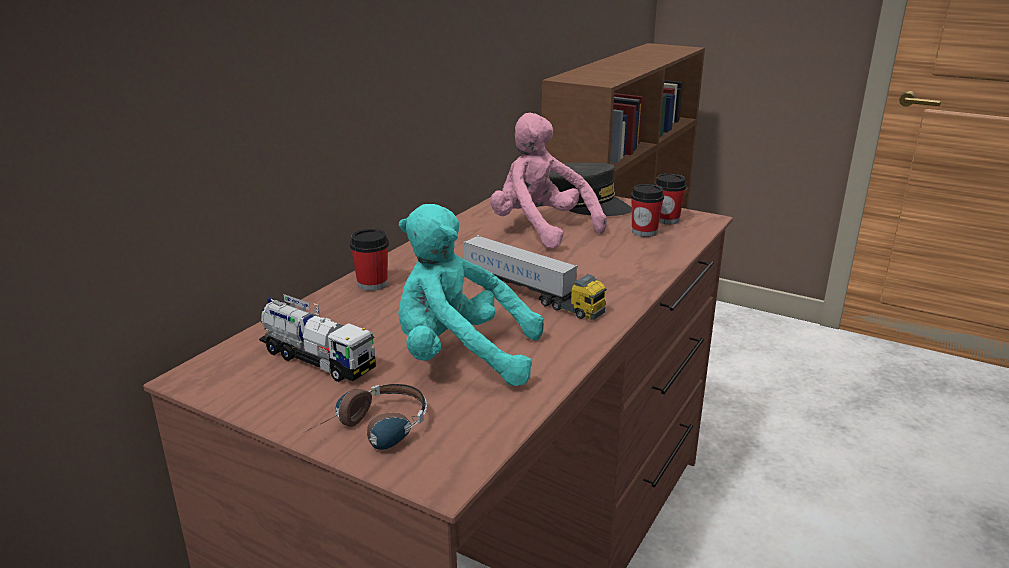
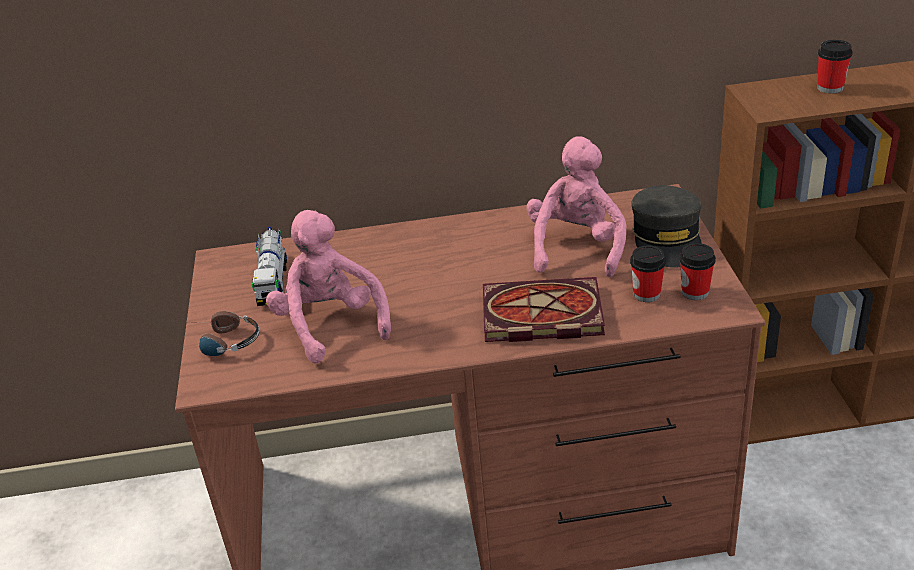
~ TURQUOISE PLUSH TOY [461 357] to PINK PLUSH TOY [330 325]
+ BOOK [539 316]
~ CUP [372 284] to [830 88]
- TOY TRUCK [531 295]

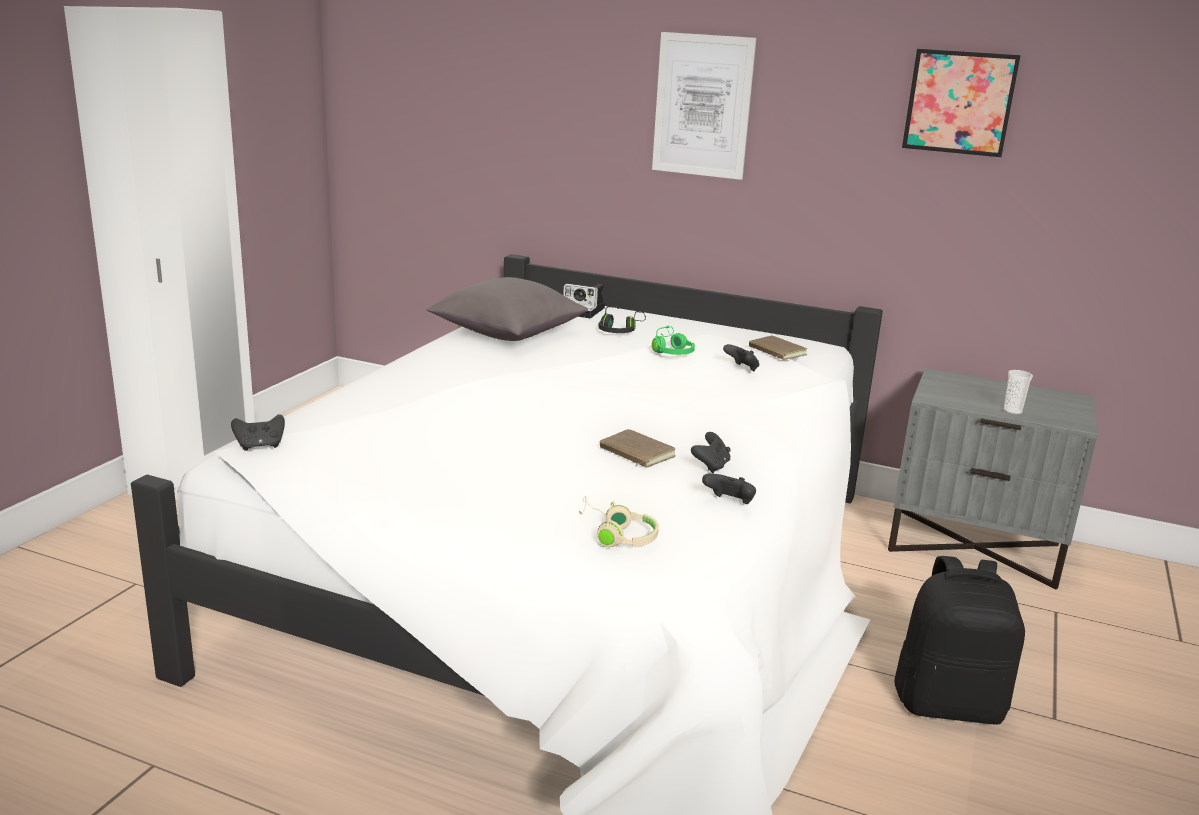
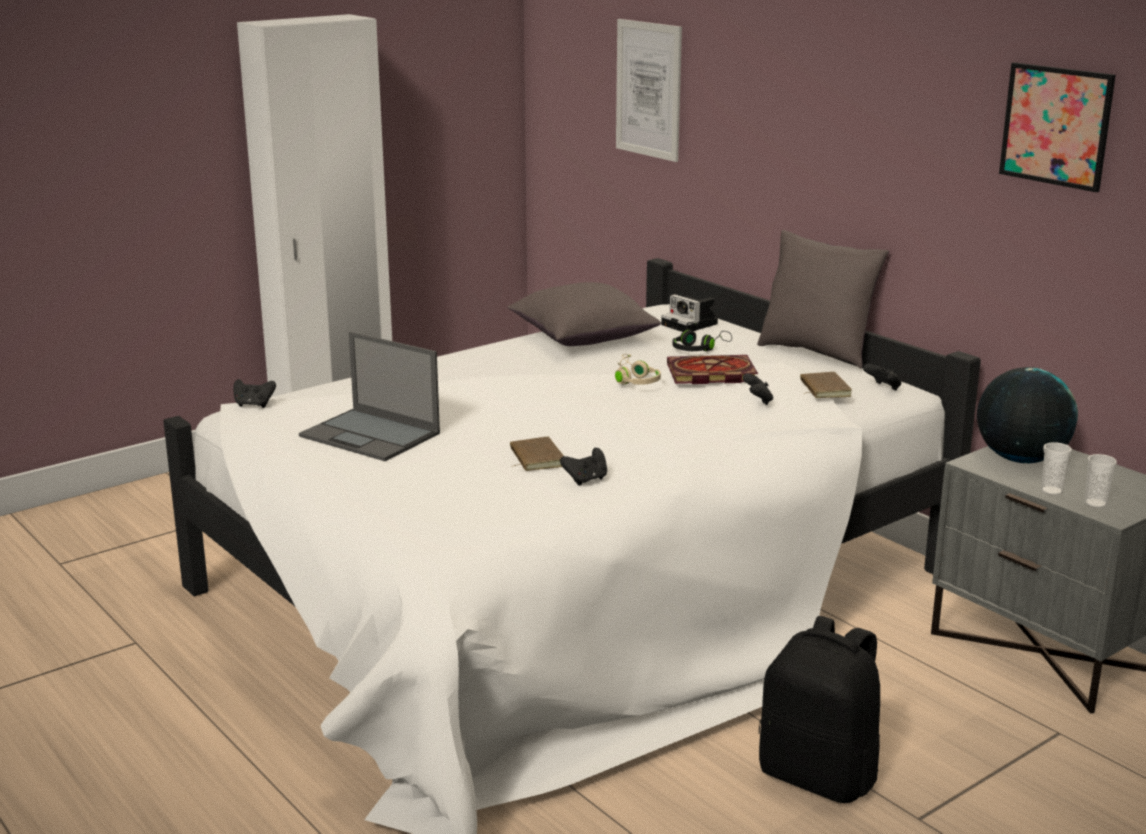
+ LAPTOP [371 435]
~ BEIGE HEADPHONES [616 535] to [634 380]
~ PICTURE [702 106] to [648 89]
~ GREEN HEADPHONES [671 351] to BOOK [709 374]
+ GREY PILLOW [816 352]
~ BLACK GAME CONTROLLER [729 503] to [883 388]
+ GLOBE [1020 459]
+ CUP [1095 504]

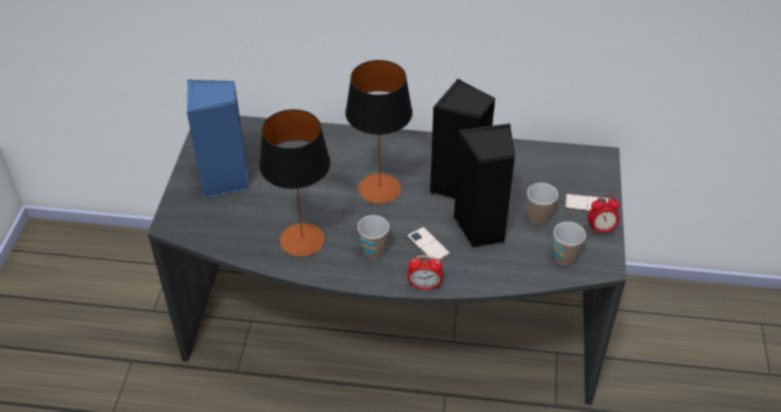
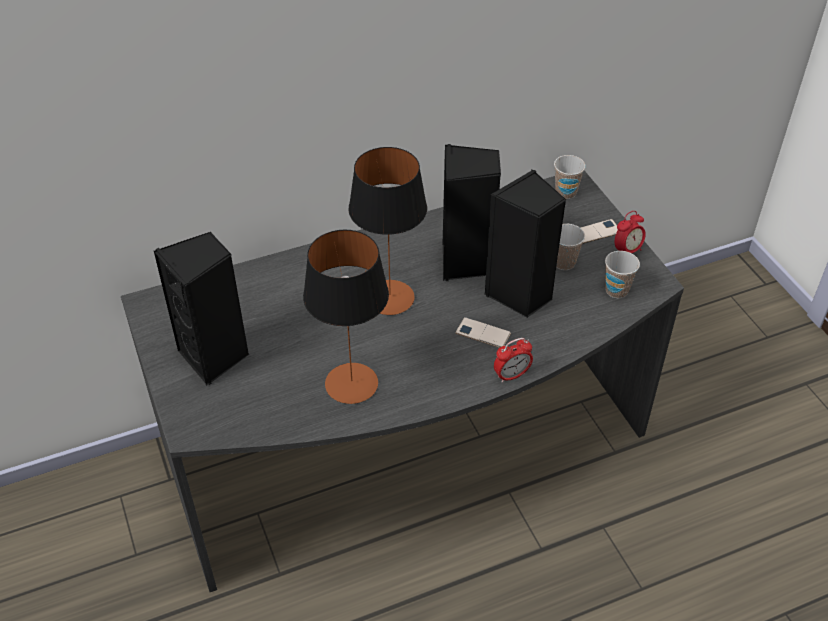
~ BLUE SPEAKER [225 180] to BLACK SPEAKER [215 357]
~ CUP [373 250] to [565 192]

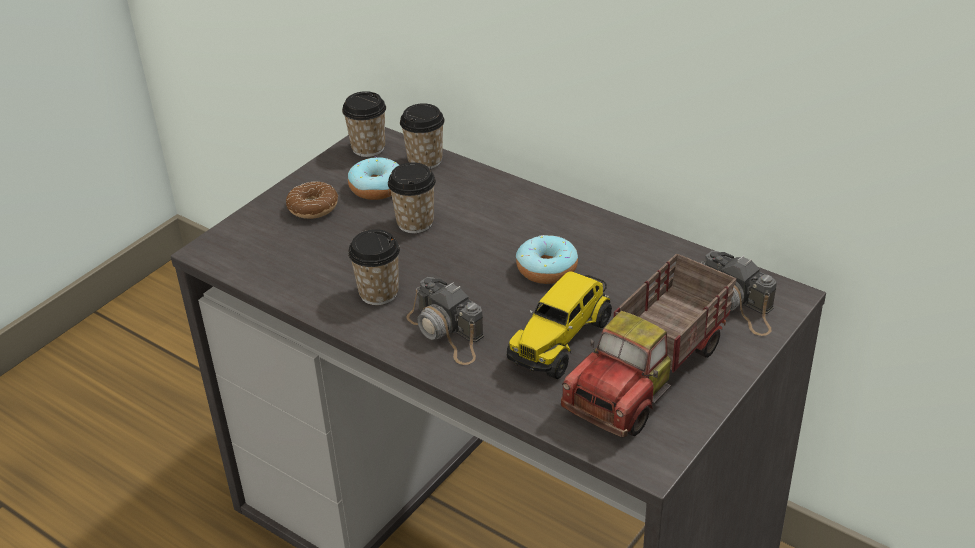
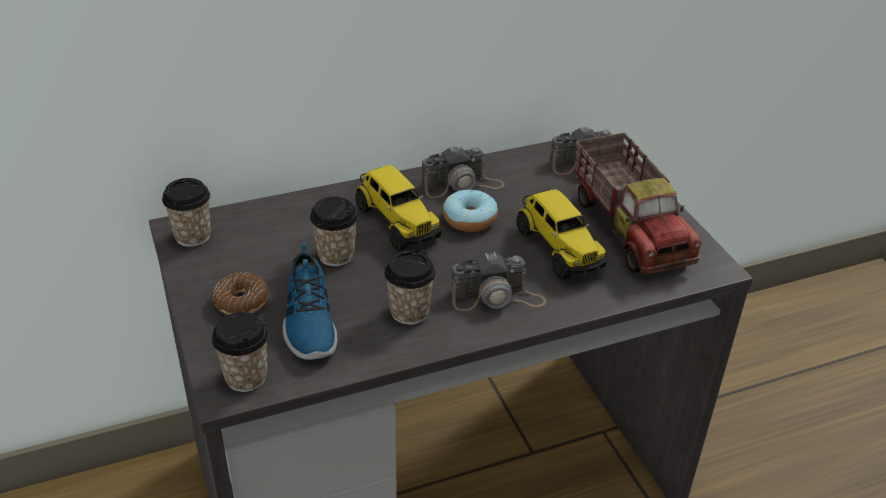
~ CUP [425 161] to [246 377]
+ SHOE [308 320]
+ TOY TRUCK [396 222]
+ PHOTO CAMERA [462 184]
- DONUT [376 188]

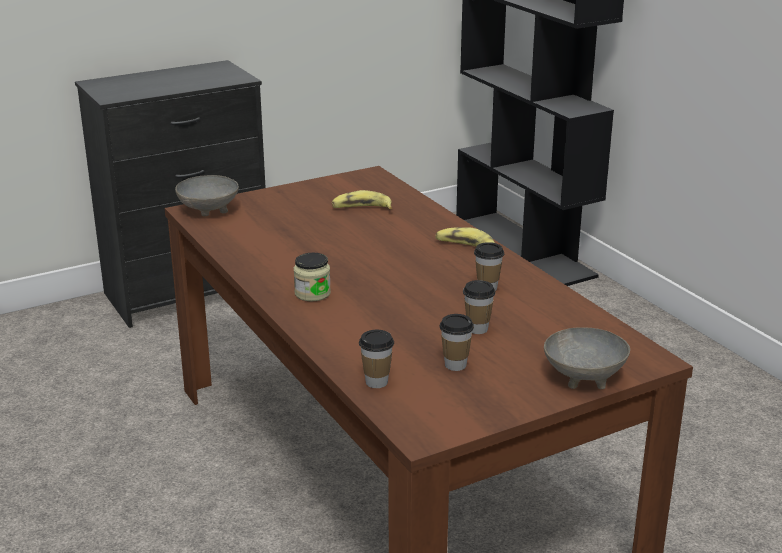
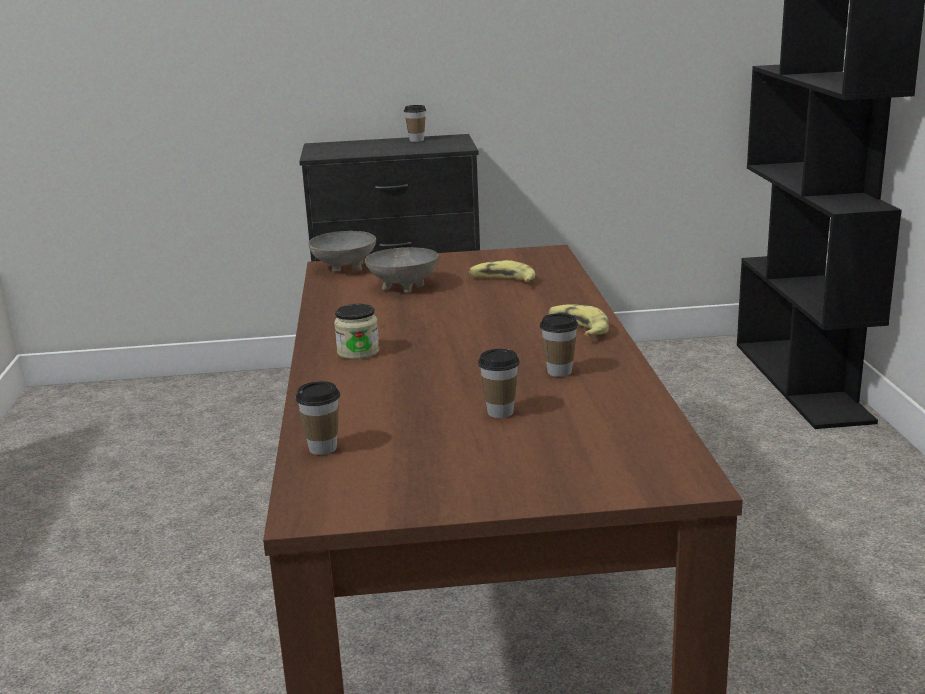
~ GREY BOWL [584 377] to [405 286]
~ CUP [455 365] to [416 140]

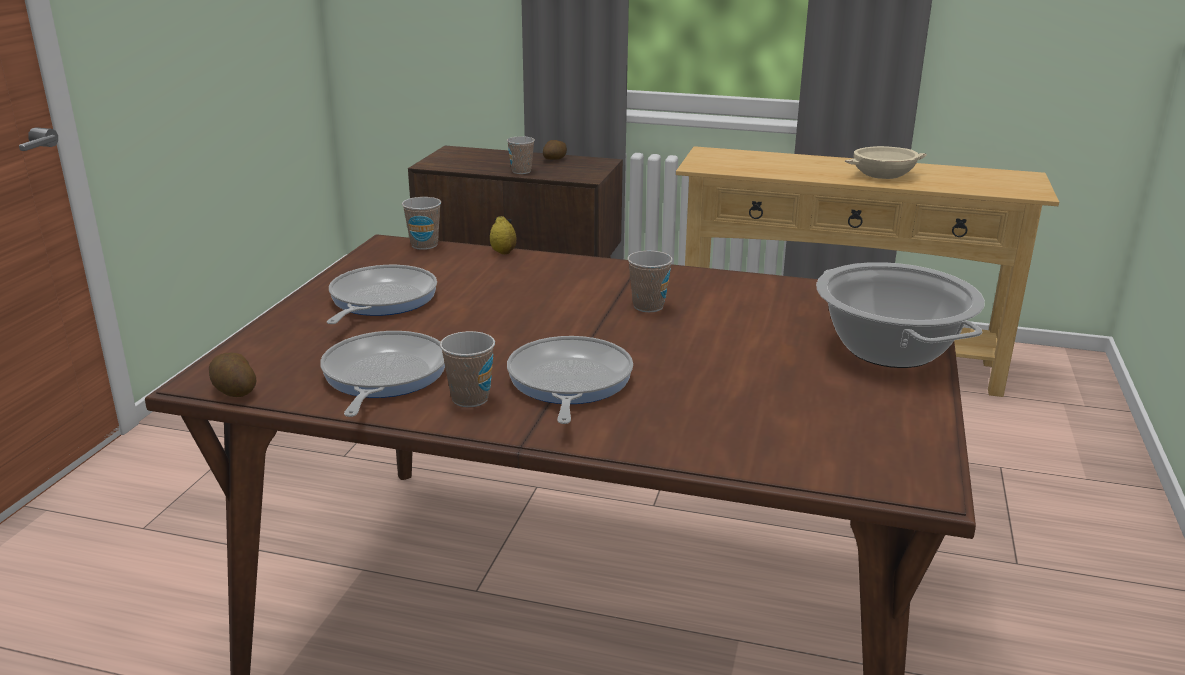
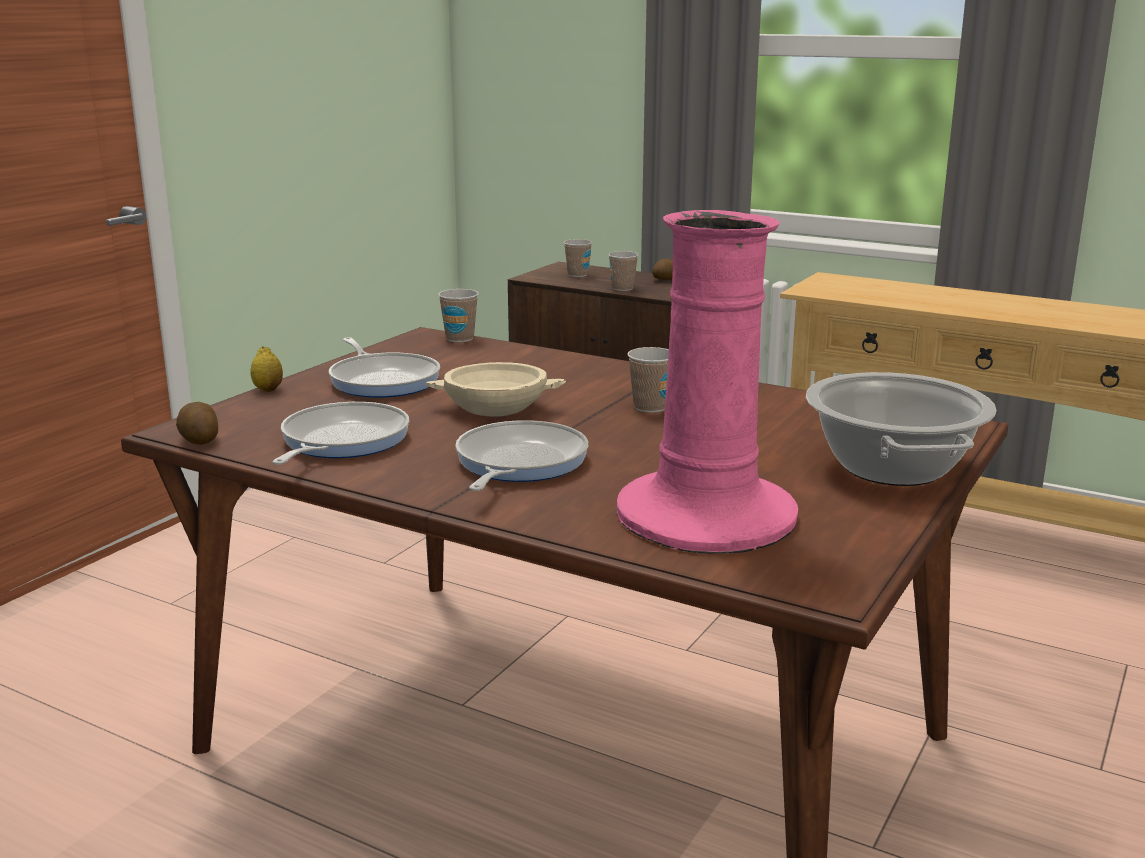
~ LEMON [503 252] to [268 389]
~ FRYING PAN [380 300] = [383 380] 120 degrees clockwise
~ BEIGE BOWL [883 175] to [495 409]
~ CUP [470 399] to [577 275]
+ PINK VASE [705 514]

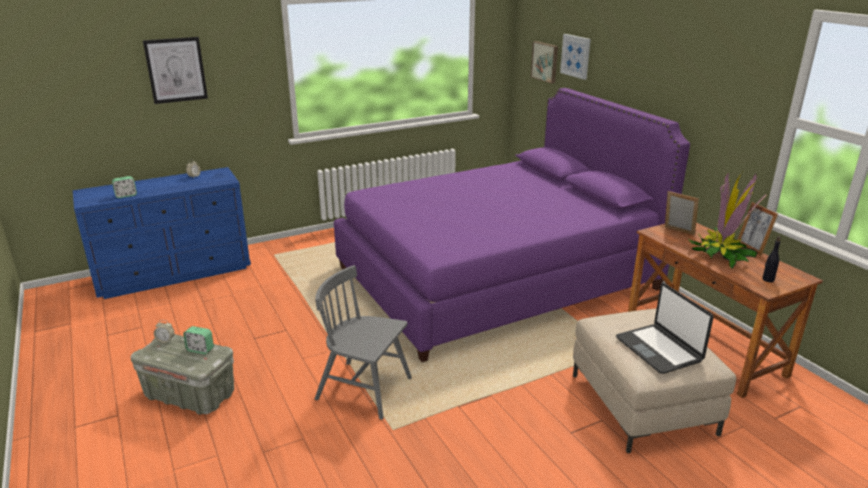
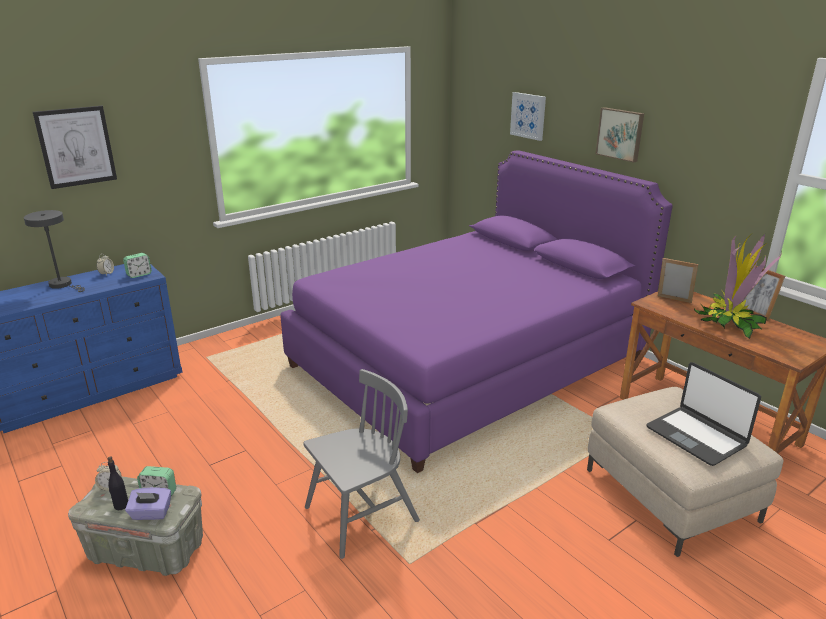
+ GREY TABLE LAMP [63 285]
~ BLACK BOTTLE [767 279] to [121 505]
~ ALARM CLOCK [126 195] to [139 275]
+ PURPLE TISSUE BOX [151 513]
~ GREY CHAIR [364 389] = [361 515] 135 degrees clockwise
~ PICTURE [545 61] to [620 134]

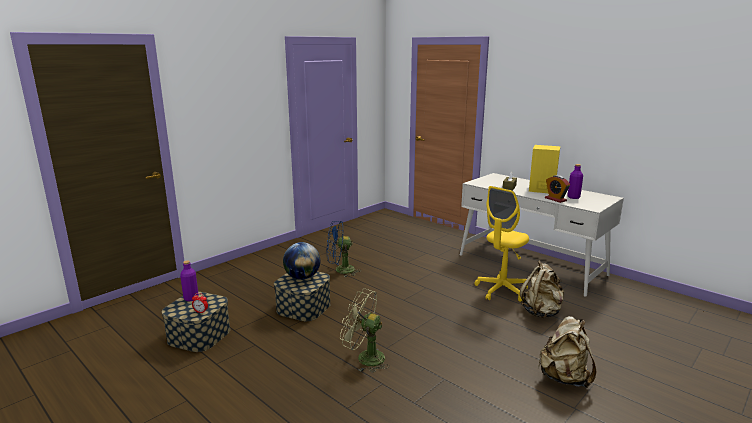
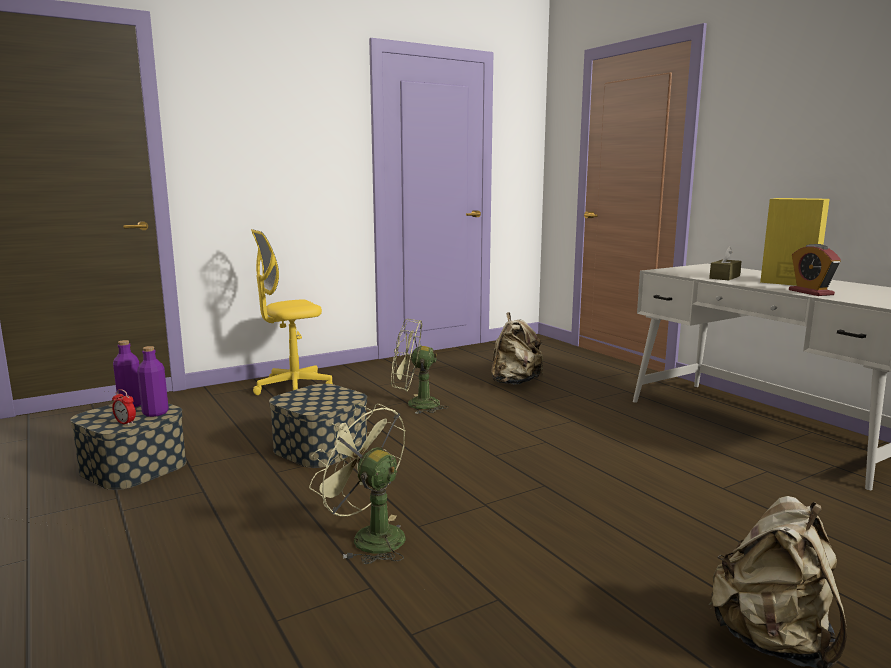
~ PURPLE BOTTLE [573 197] to [155 413]
~ YELLOW OFFICE CHAIR [501 290] to [293 388]
~ BLUE FAN [340 270] to GREEN FAN [415 404]
~ BEIGE BACKPACK [541 312] to [515 382]
- GLOBE [302 277]

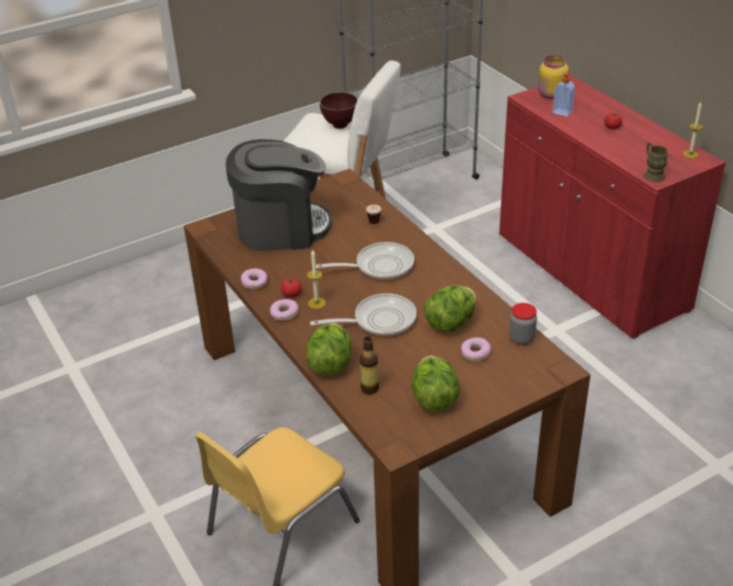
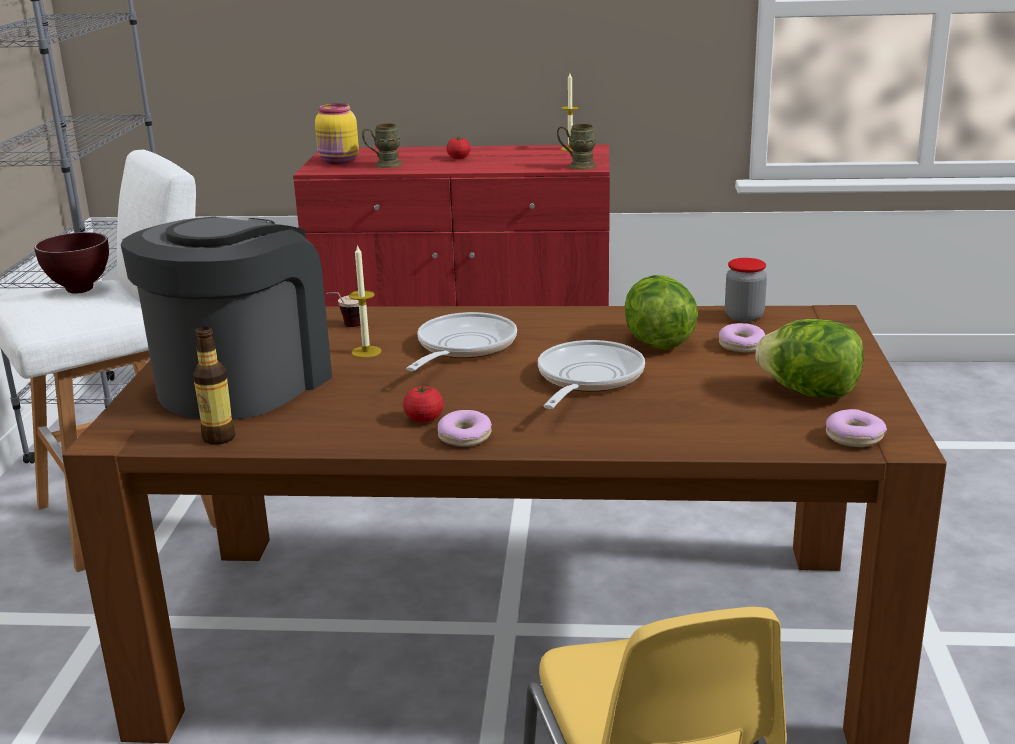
~ BOTTLE [369 388] to [219 438]
~ CANDLE [316 303] to [366 352]
~ SOAP DISPENSER [562 112] to BROWN MUG [383 165]
~ DONUT [254 283] to [854 437]
- LETTUCE [330 364]

